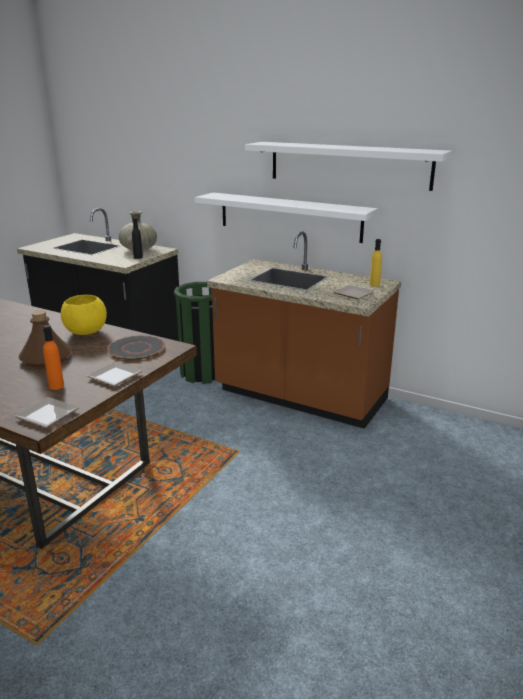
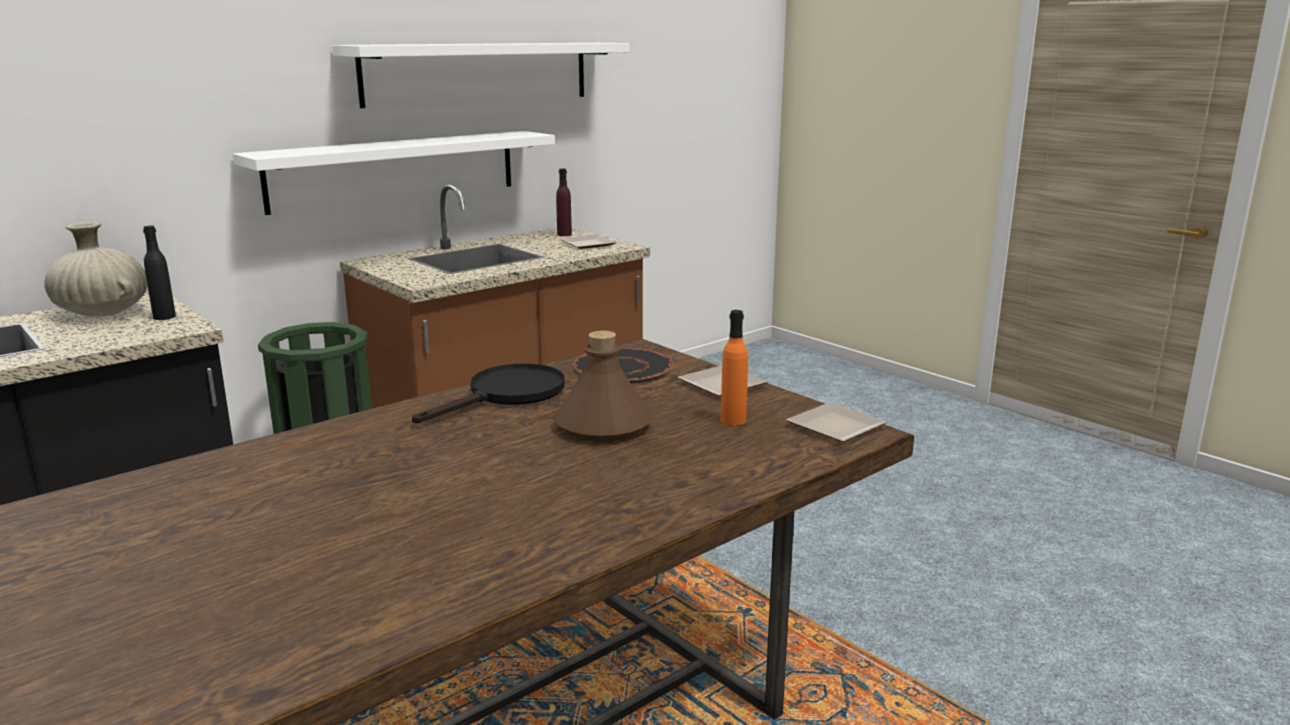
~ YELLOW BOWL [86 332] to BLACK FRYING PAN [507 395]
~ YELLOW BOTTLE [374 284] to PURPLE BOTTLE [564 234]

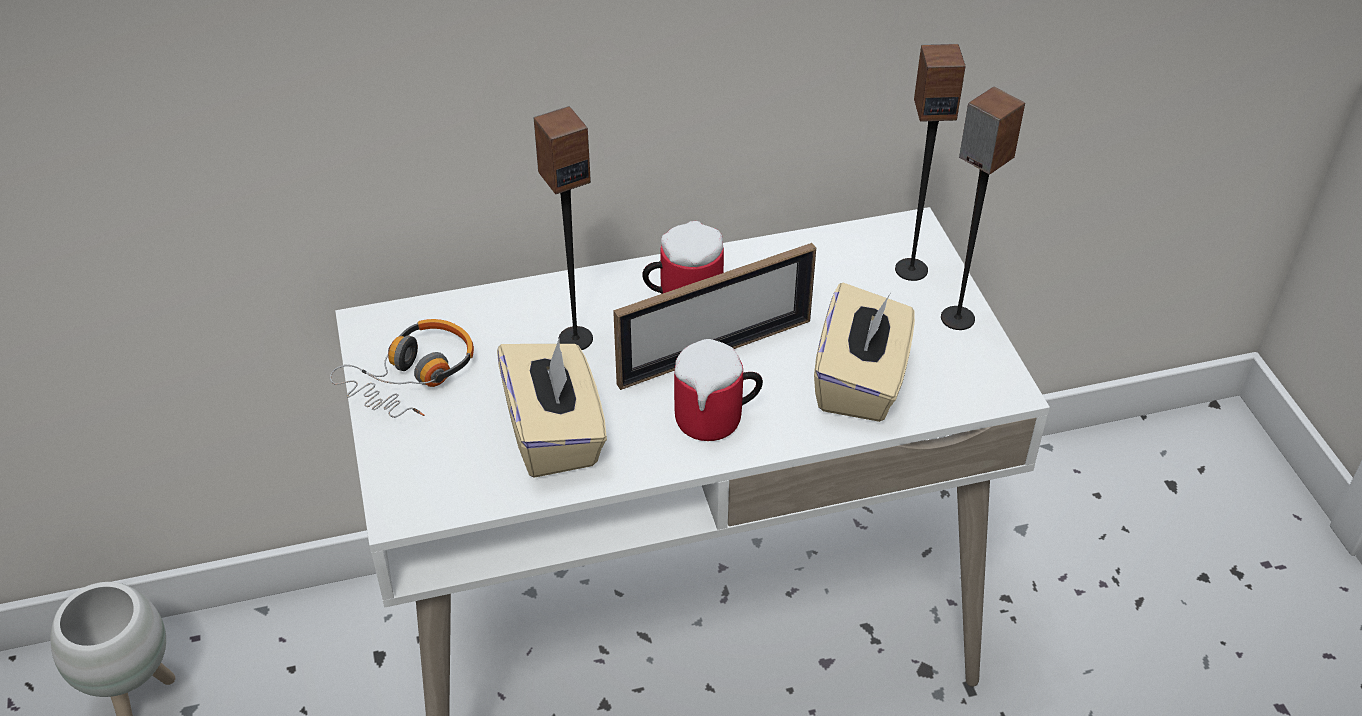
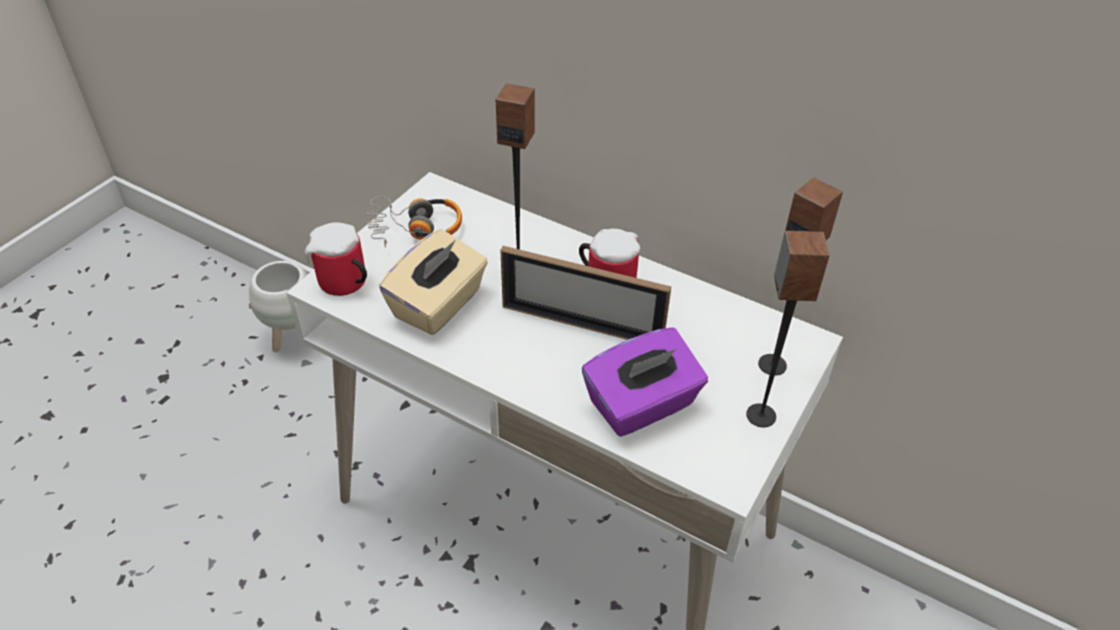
~ MUG [718 420] to [345 285]
~ BEIGE TISSUE BOX [861 382] to PURPLE TISSUE BOX [642 405]

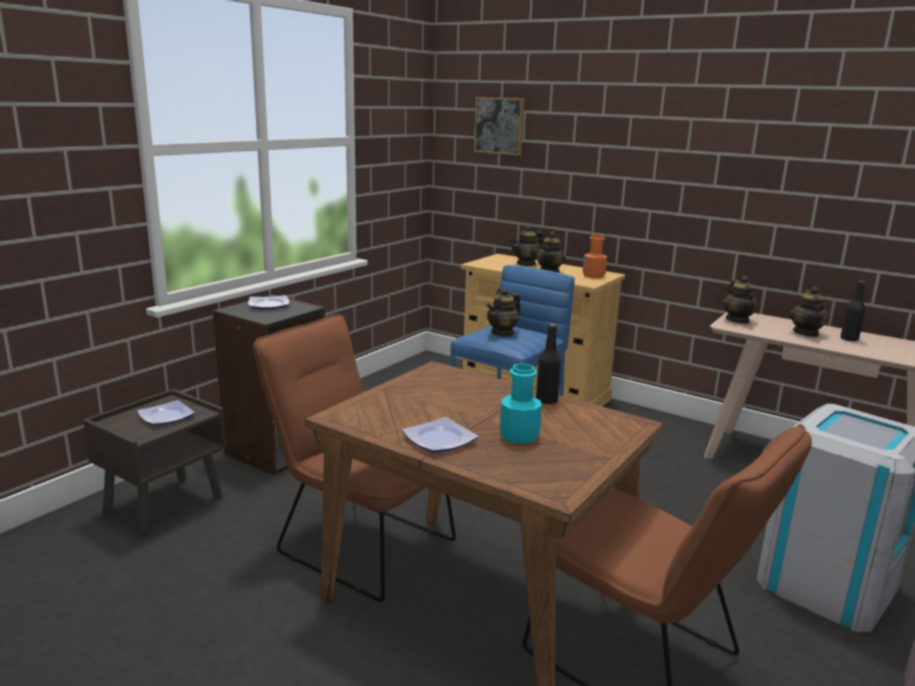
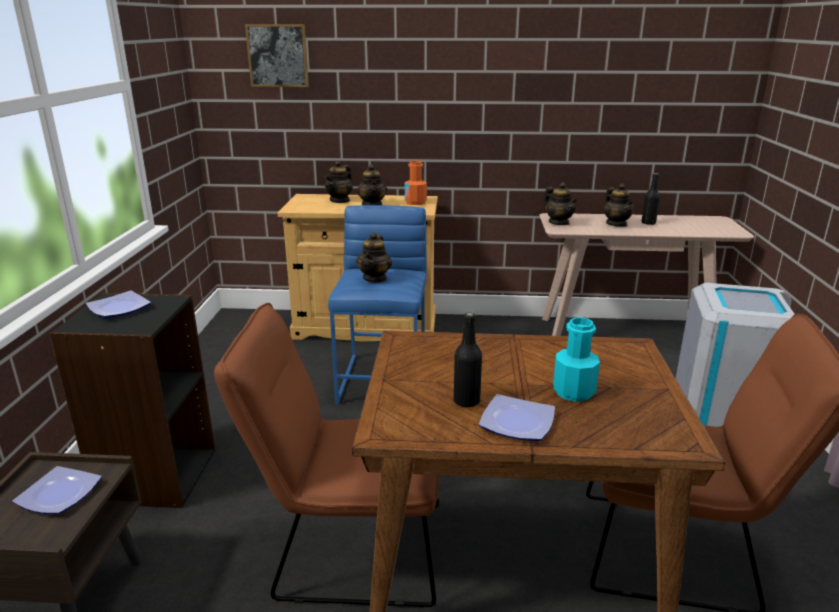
~ BLACK BOTTLE [546 400] to [466 401]

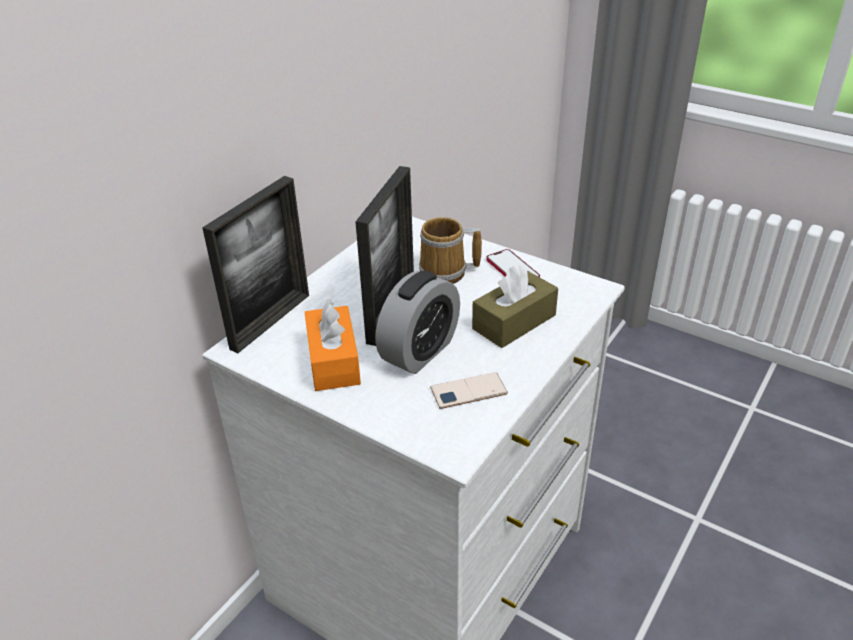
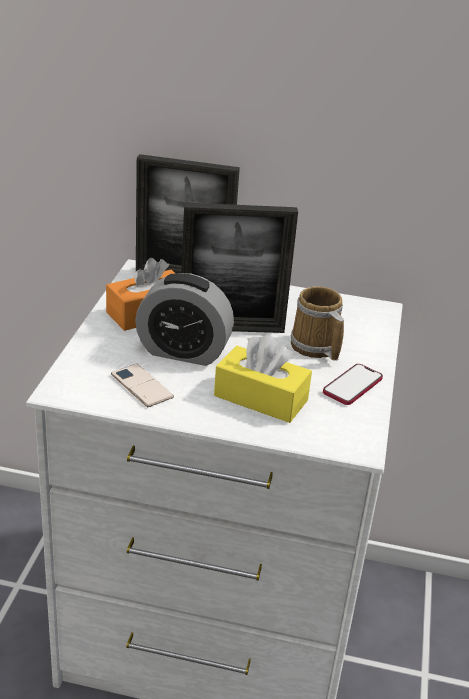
~ BROWN TISSUE BOX [514 322] to YELLOW TISSUE BOX [260 398]

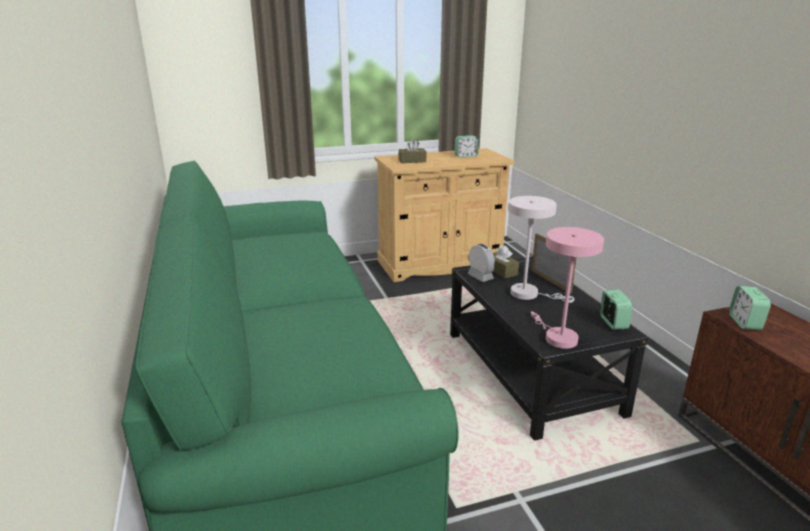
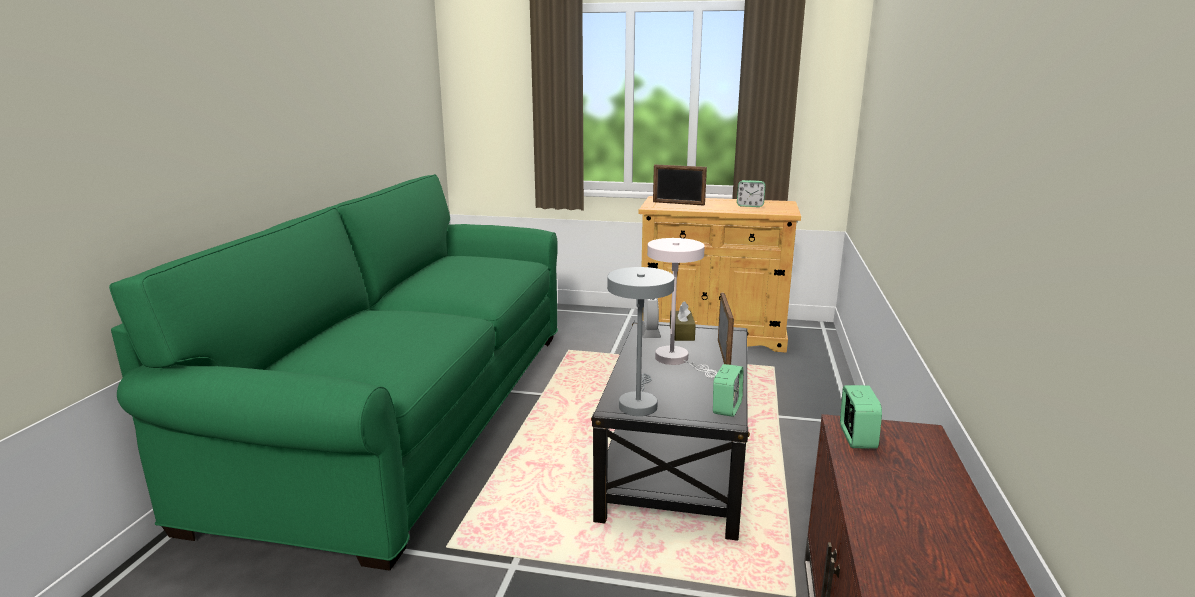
~ PINK TABLE LAMP [557 337] to GREY TABLE LAMP [638 403]
~ BROWN TISSUE BOX [412 161] to PICTURE FRAME [678 203]
~ ALARM CLOCK [745 323] = [857 438] 150 degrees clockwise

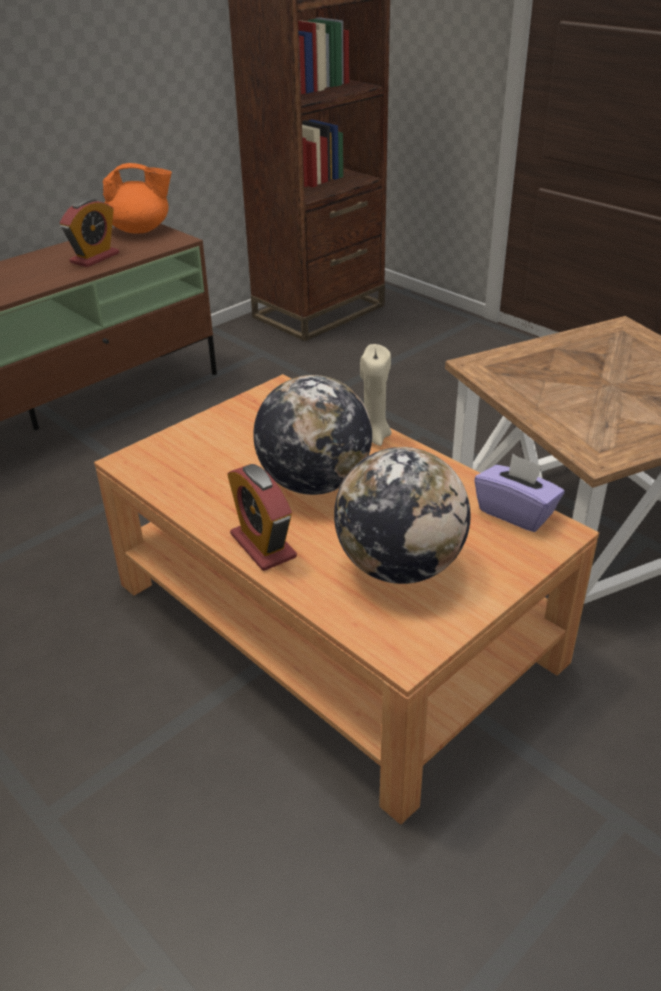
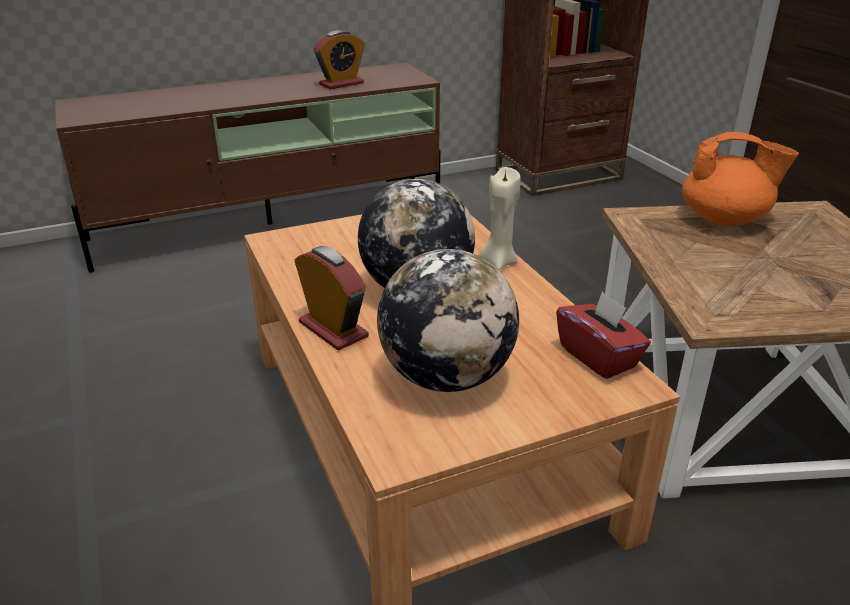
~ ALARM CLOCK [263 546] = [333 329] 150 degrees clockwise
~ PURPLE TISSUE BOX [516 512] to RED TISSUE BOX [598 357]
~ ORANGE TEAPOT [141 230] to [725 219]

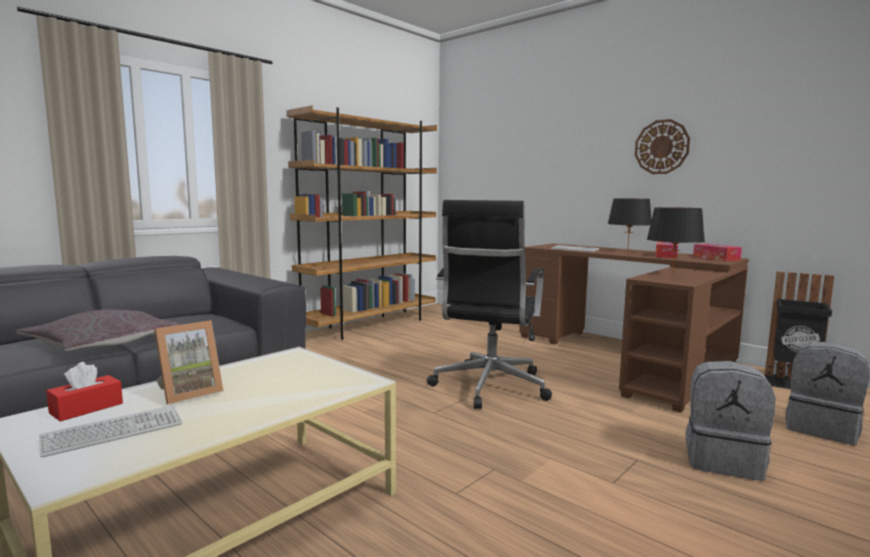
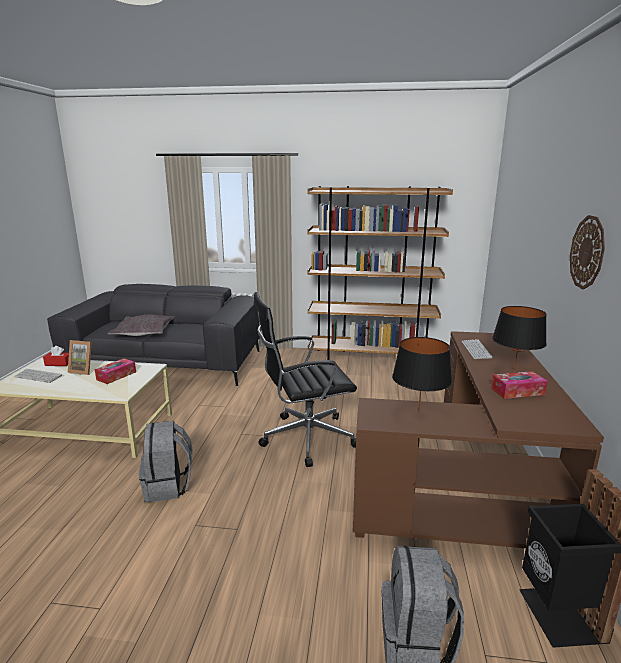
~ TISSUE BOX [716 258] to [116 376]
~ GREY BACKPACK [723 460] to [168 486]

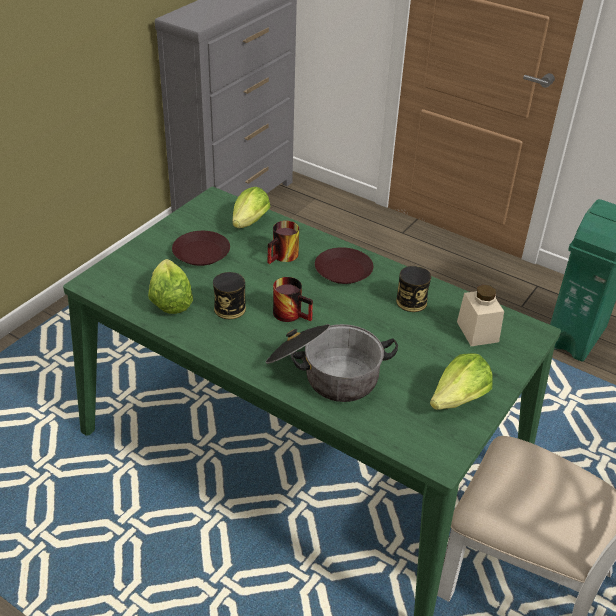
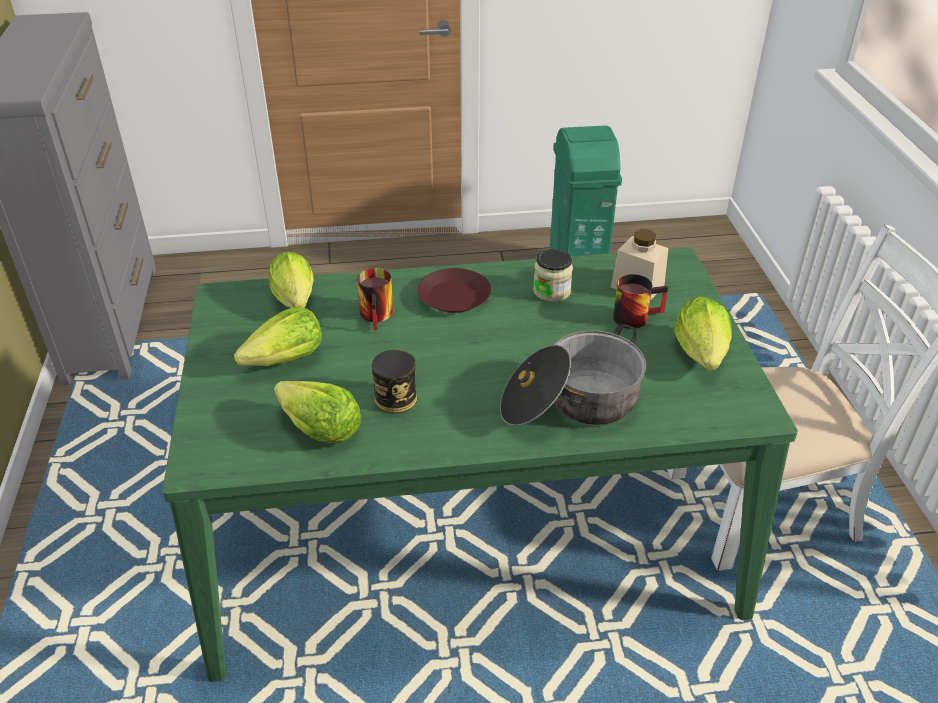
~ BROWN PLATE [201 253] to LETTUCE [286 360]
~ CAN [411 302] to JAR [551 291]
~ MUG [293 313] to [635 315]

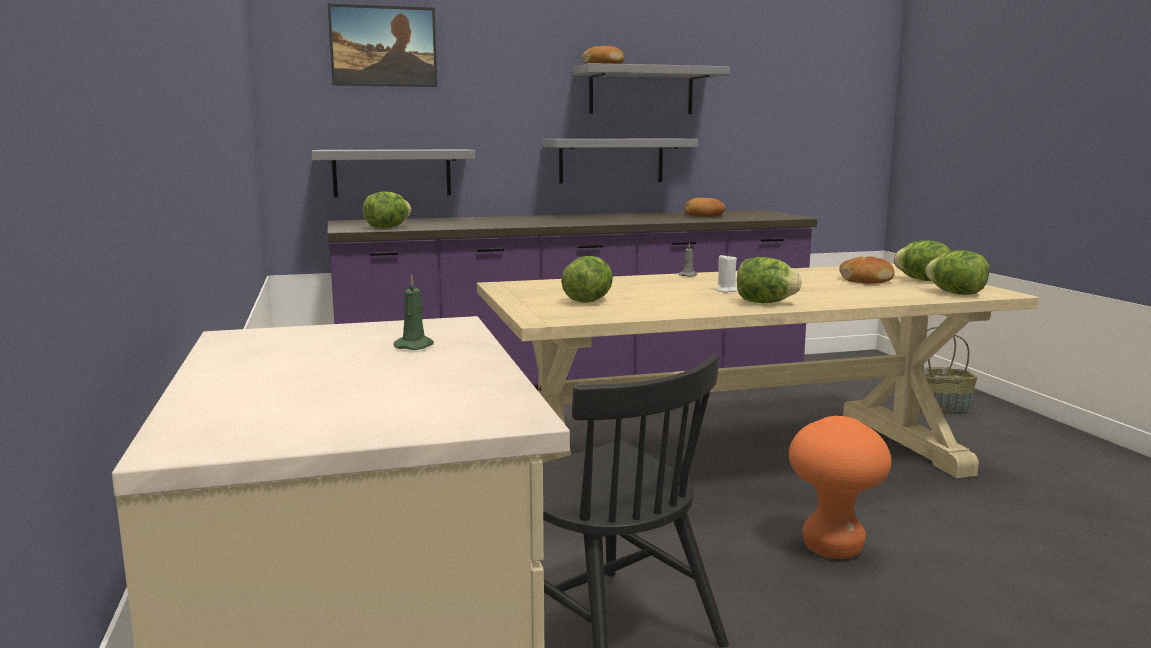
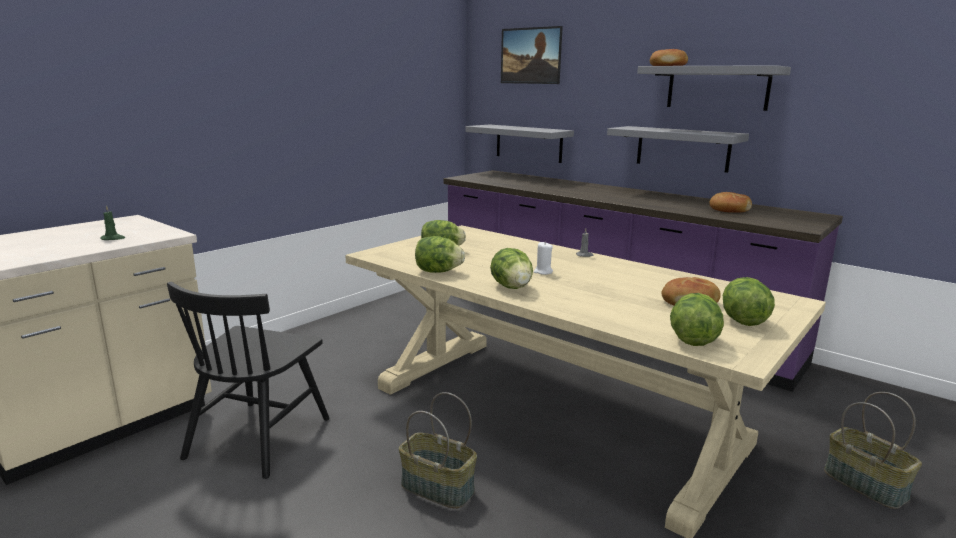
~ ORANGE STOOL [832 548] to BASKET [436 488]
~ LETTUCE [387 228] to [438 271]

